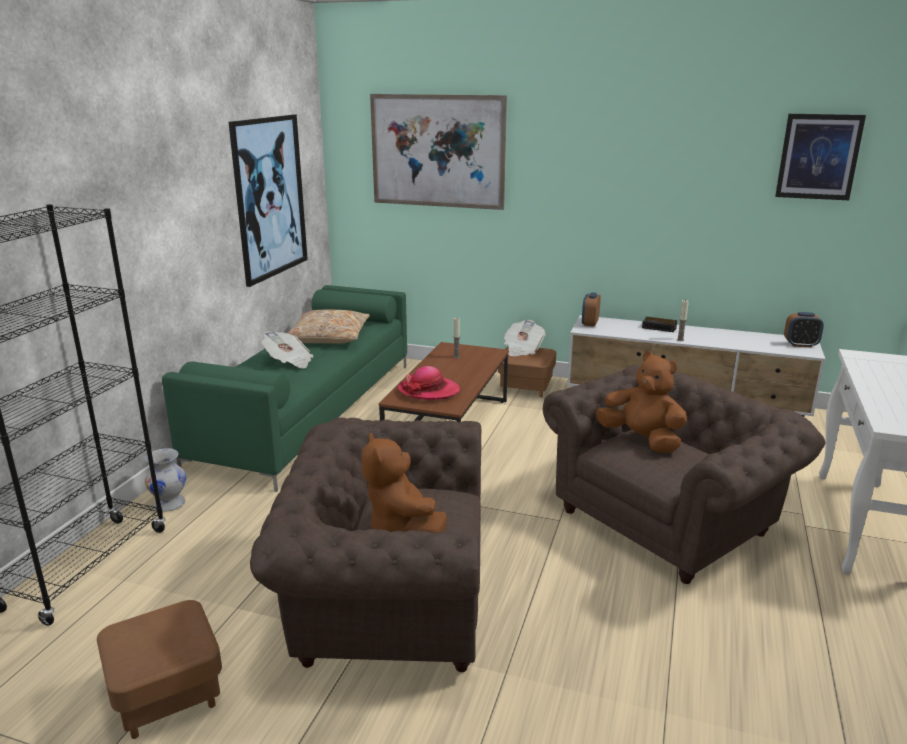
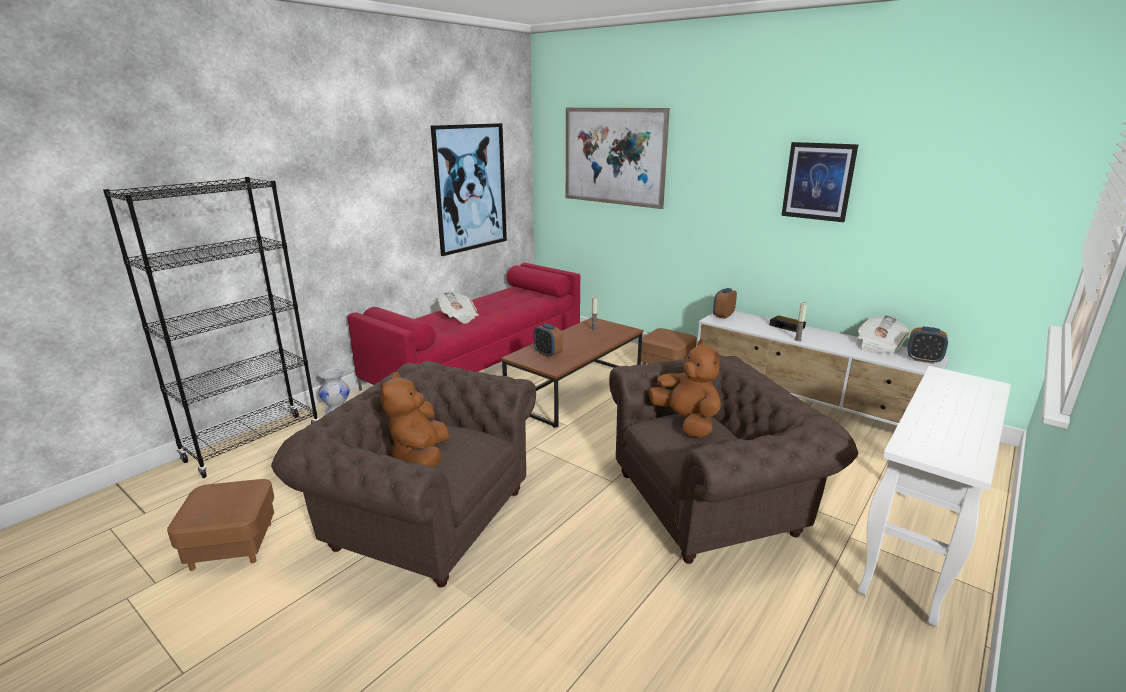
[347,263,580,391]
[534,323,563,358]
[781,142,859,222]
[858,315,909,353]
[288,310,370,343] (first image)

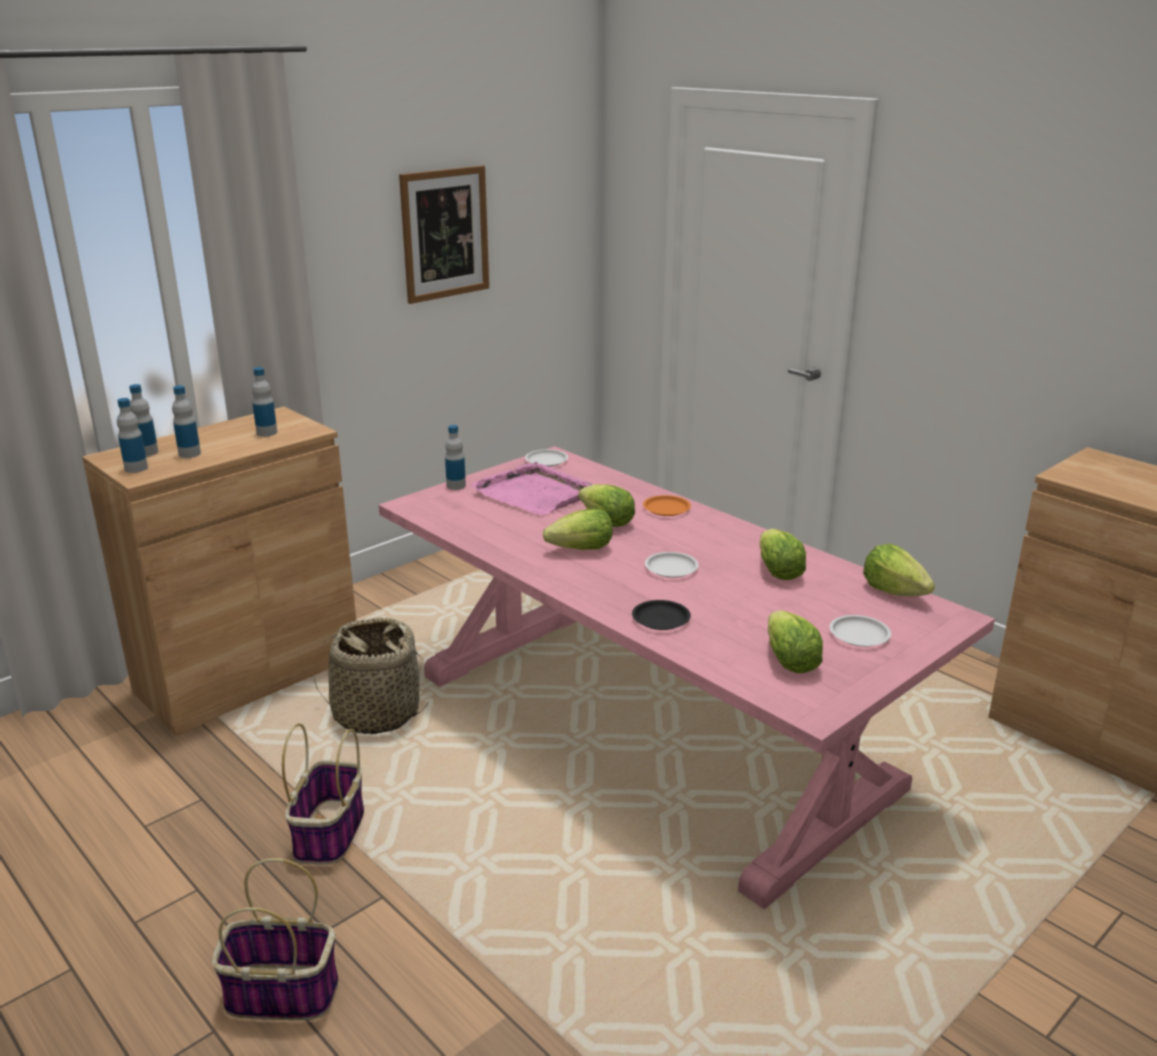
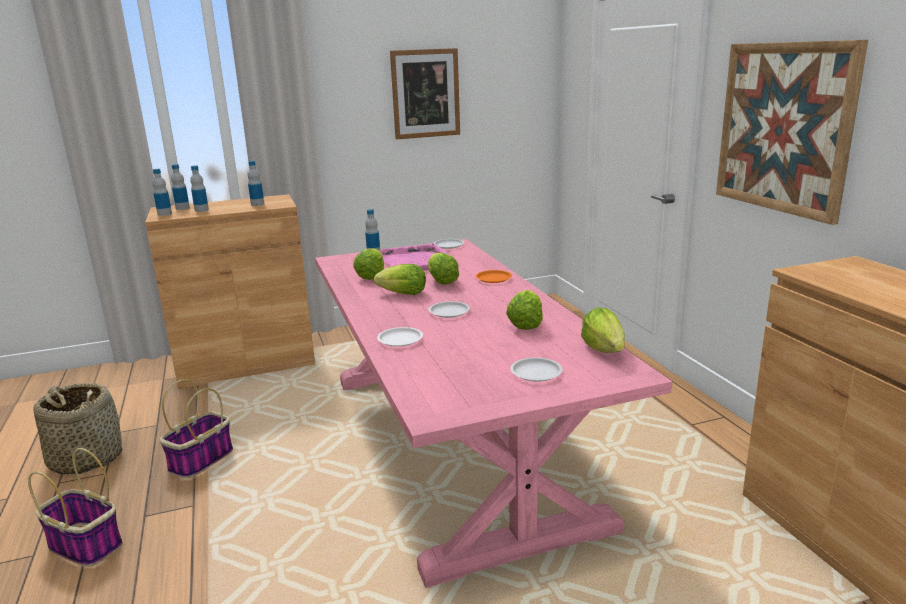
[33,383,122,475]
[353,248,384,280]
[377,327,423,347]
[716,40,868,225]

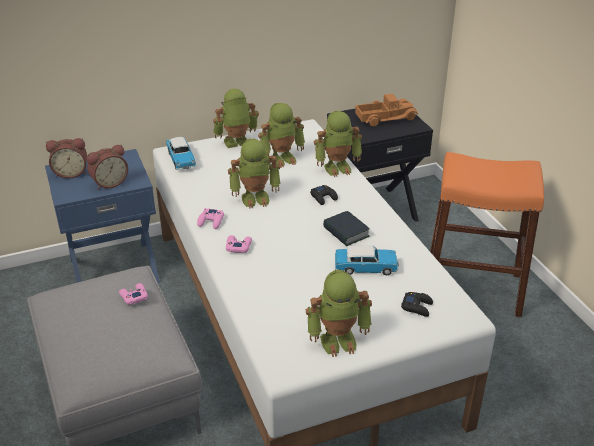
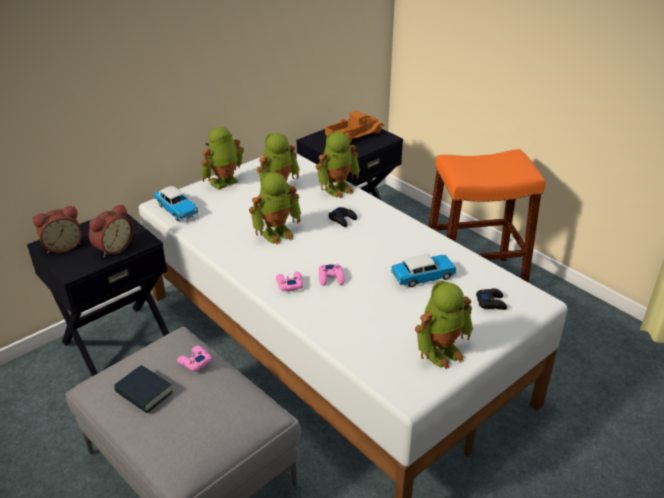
[27,212,169,376]
[114,365,173,413]
[319,264,345,286]

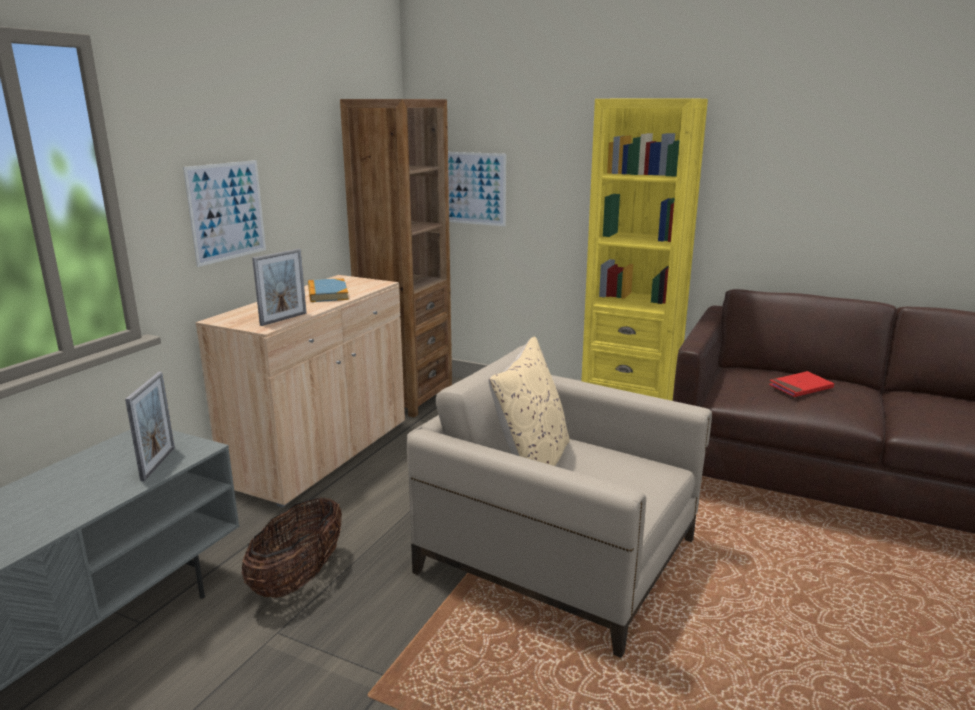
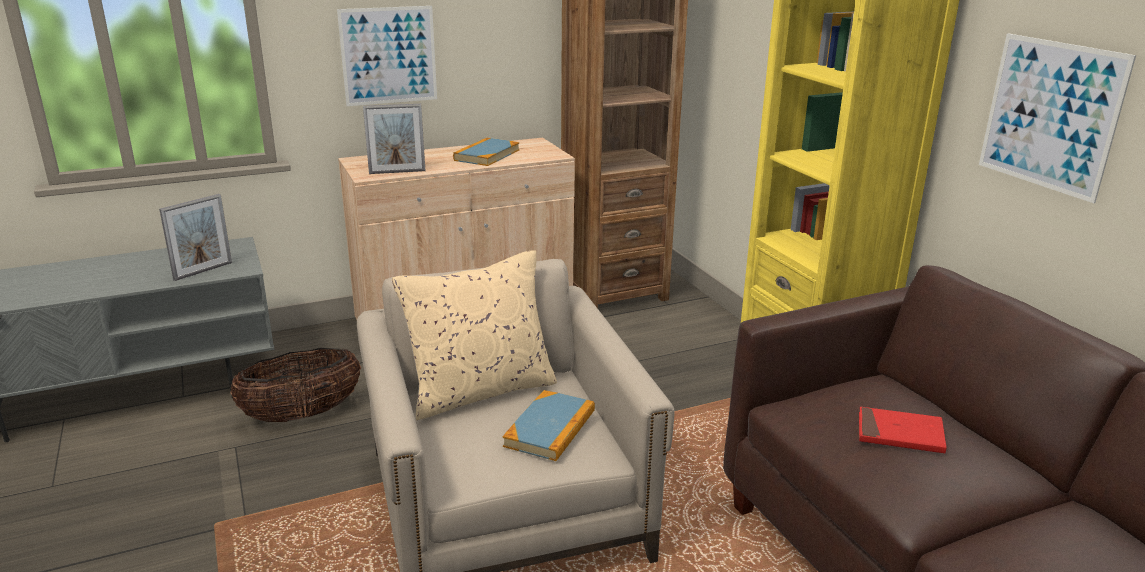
[503,390,595,461]
[979,33,1136,203]

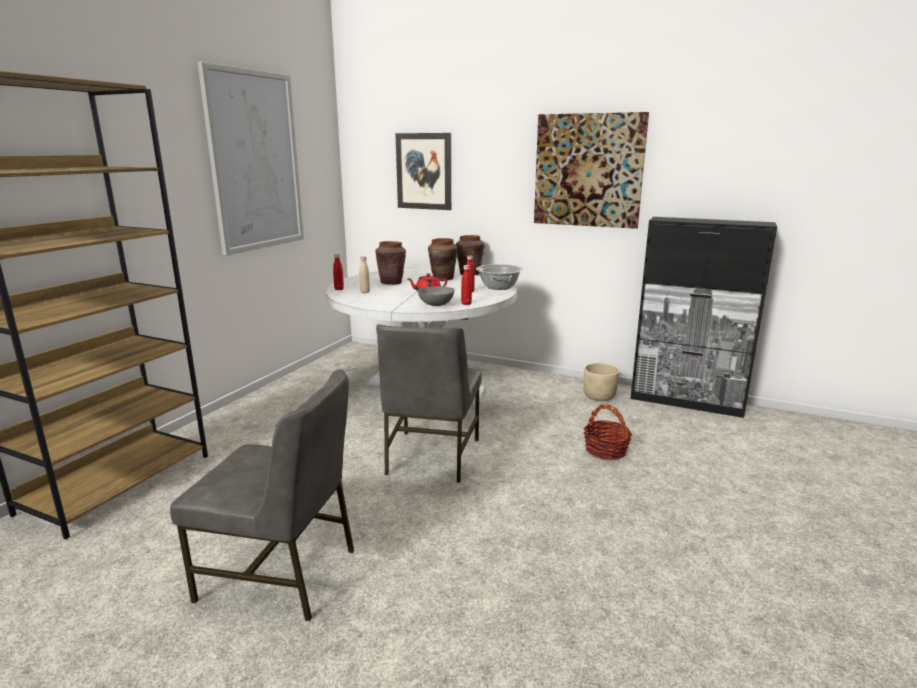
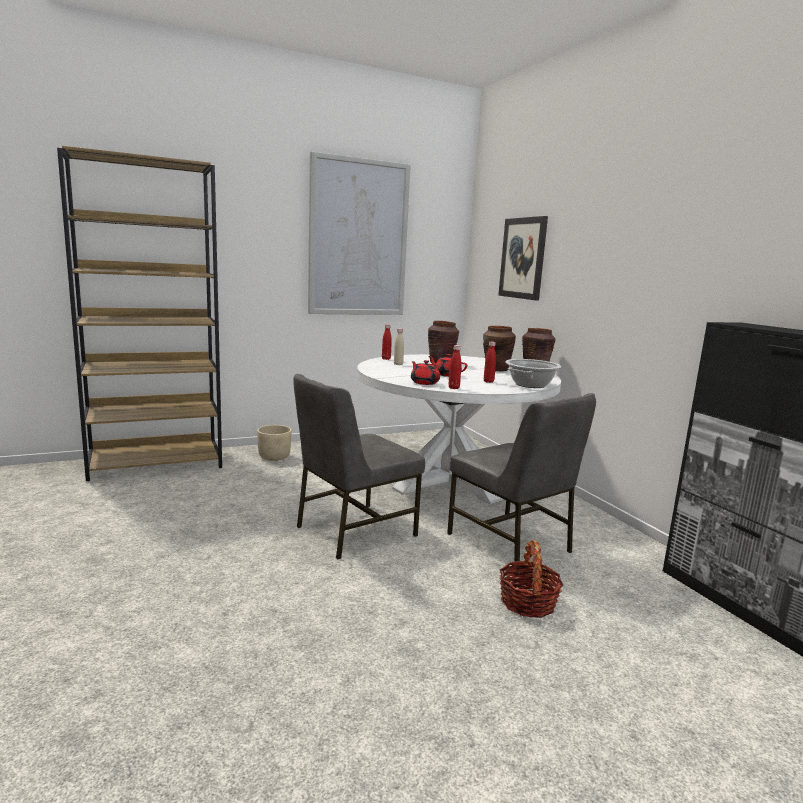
[257,425,292,461]
[411,360,440,385]
[447,393,596,573]
[534,112,649,229] (first image)

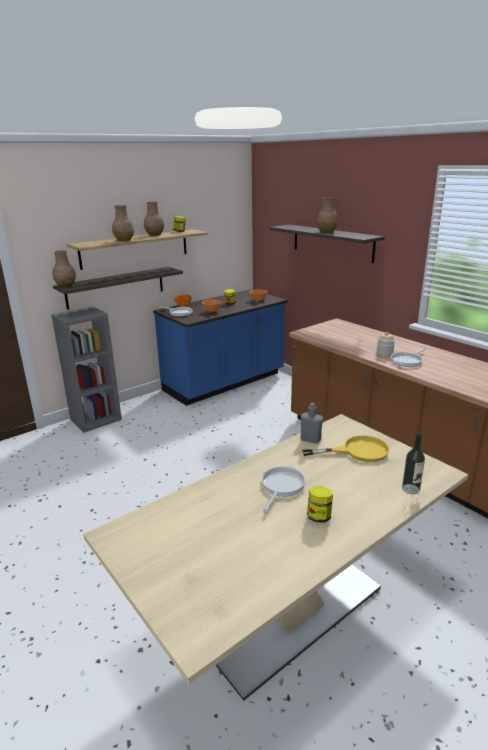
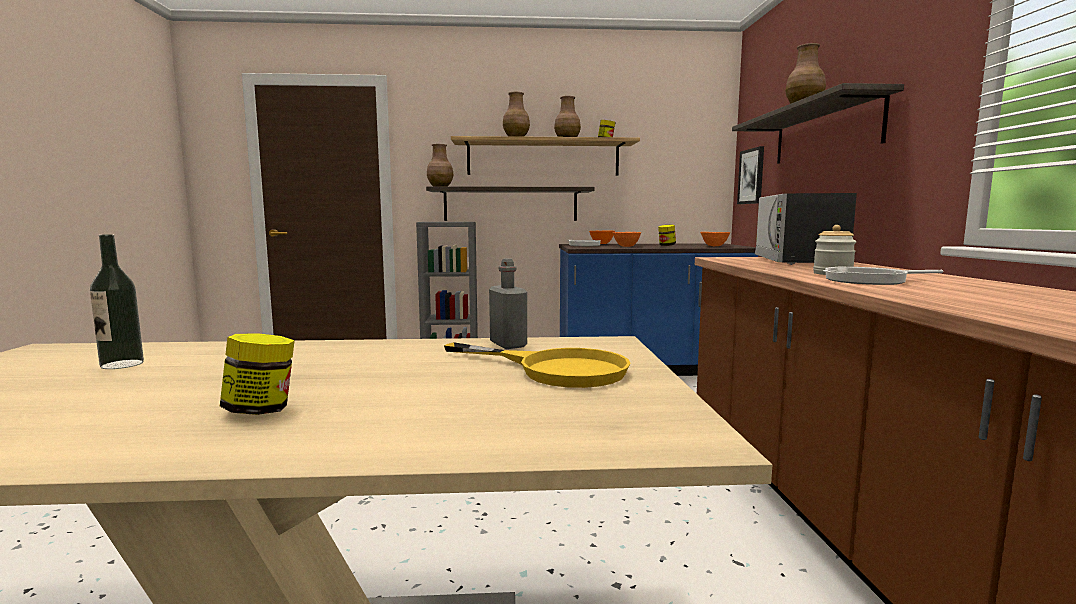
[90,234,144,369]
[737,146,764,204]
[755,193,857,265]
[262,465,306,513] (first image)

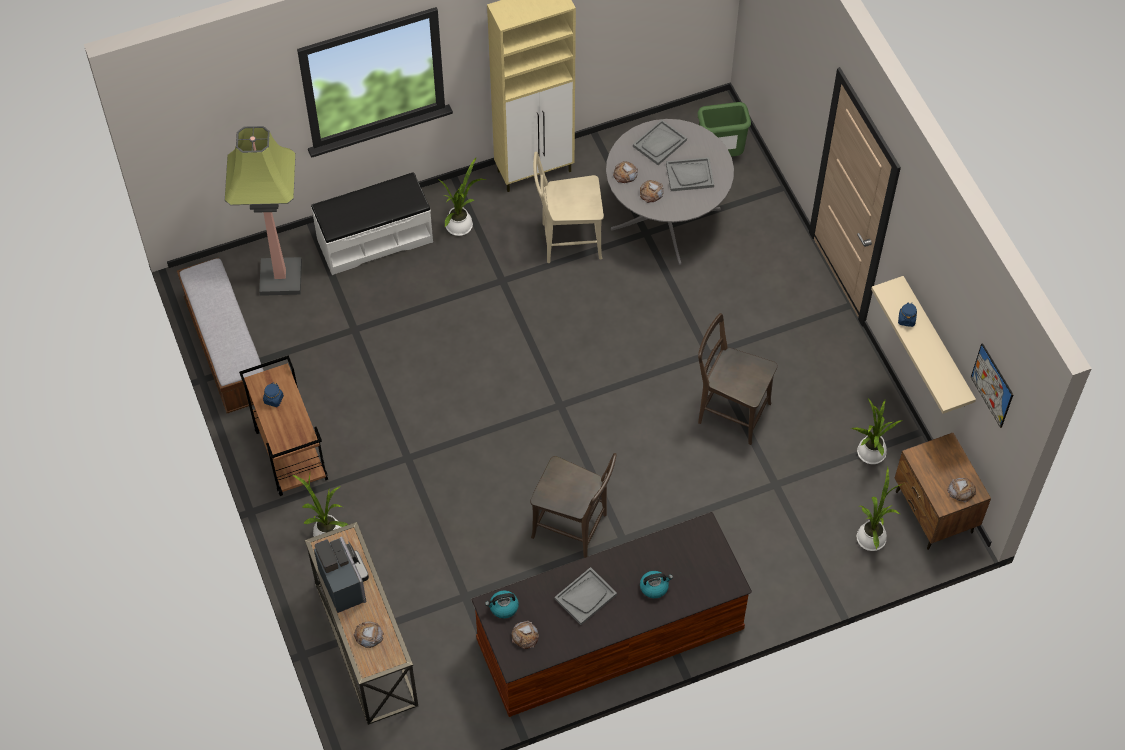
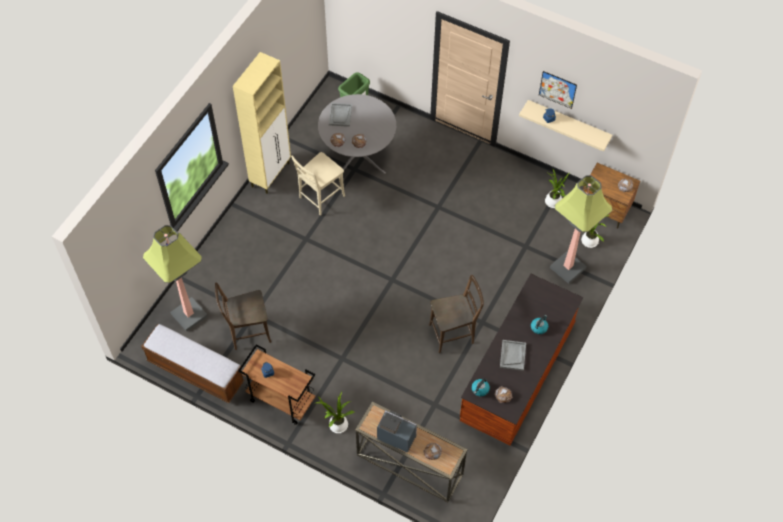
[215,283,272,350]
[539,71,577,109]
[550,175,612,284]
[311,172,433,275] (first image)
[437,157,486,236] (first image)
[666,157,714,191] (first image)

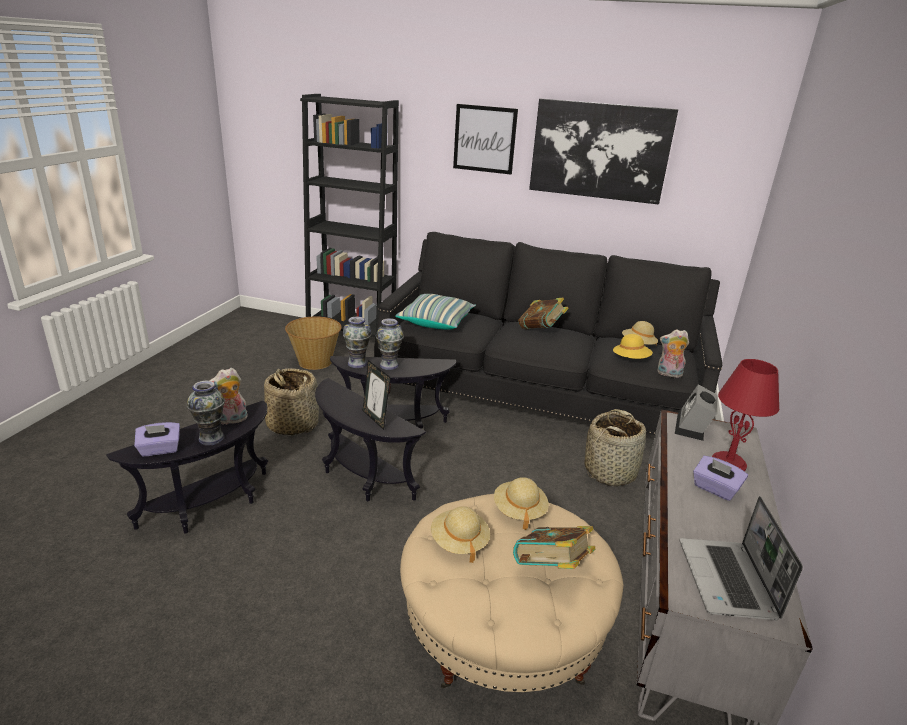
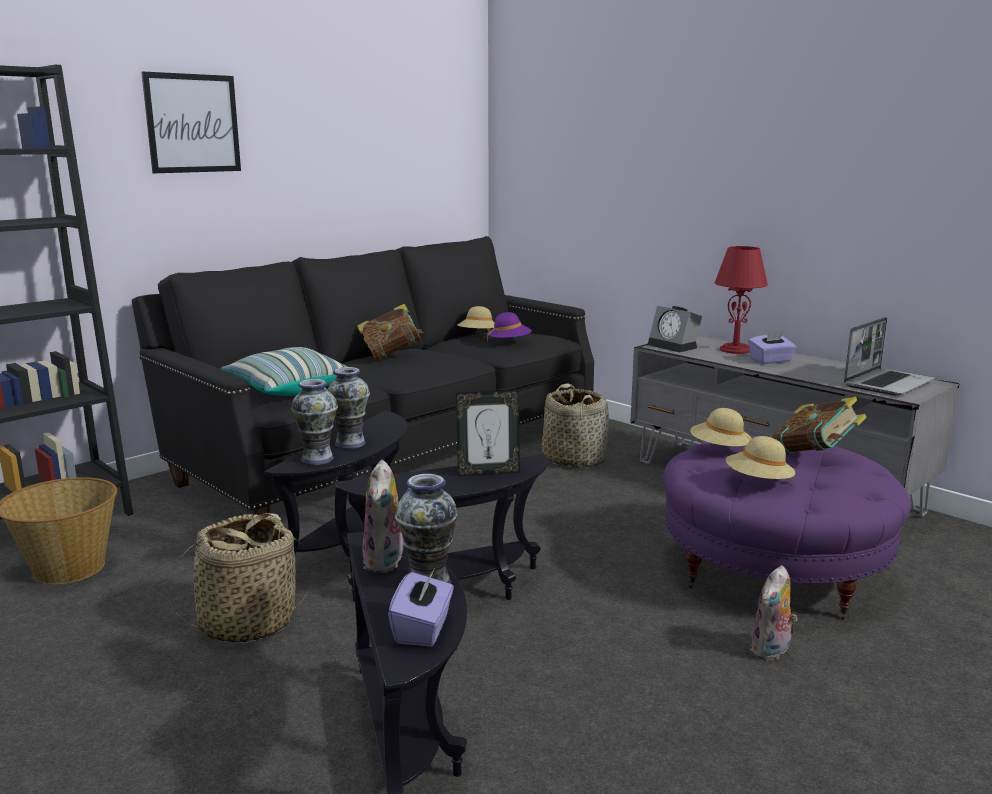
[487,312,532,342]
[663,436,911,620]
[750,565,797,661]
[844,317,935,396]
[529,99,678,205] (first image)

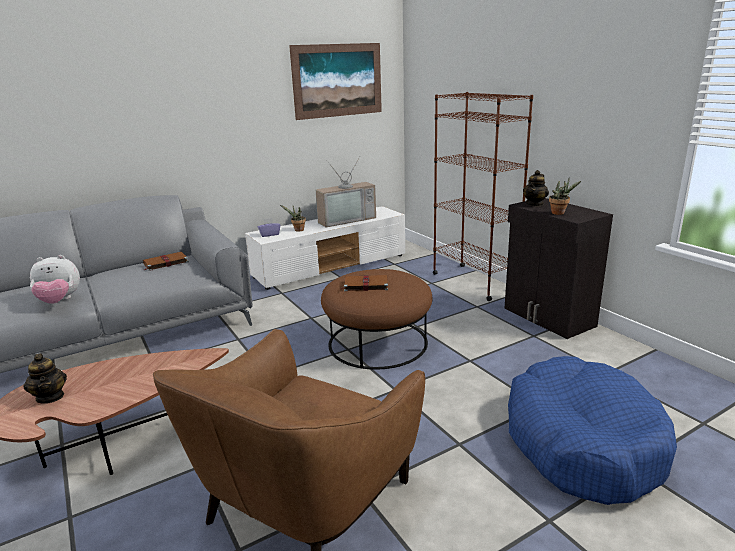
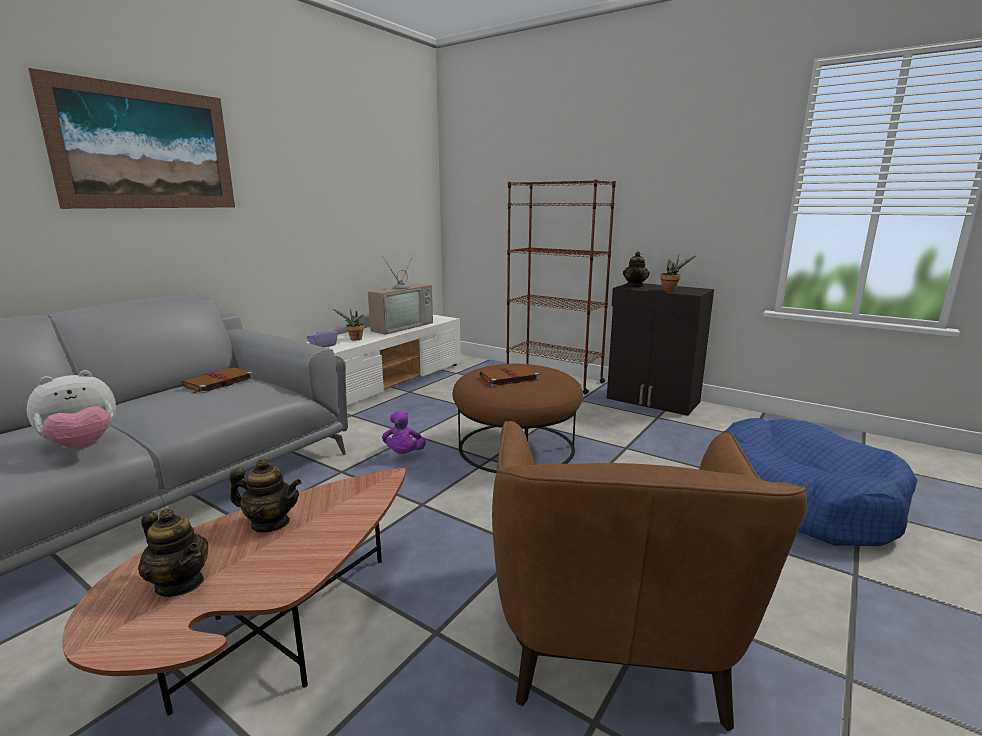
[28,68,235,209]
[230,459,302,533]
[382,411,426,454]

